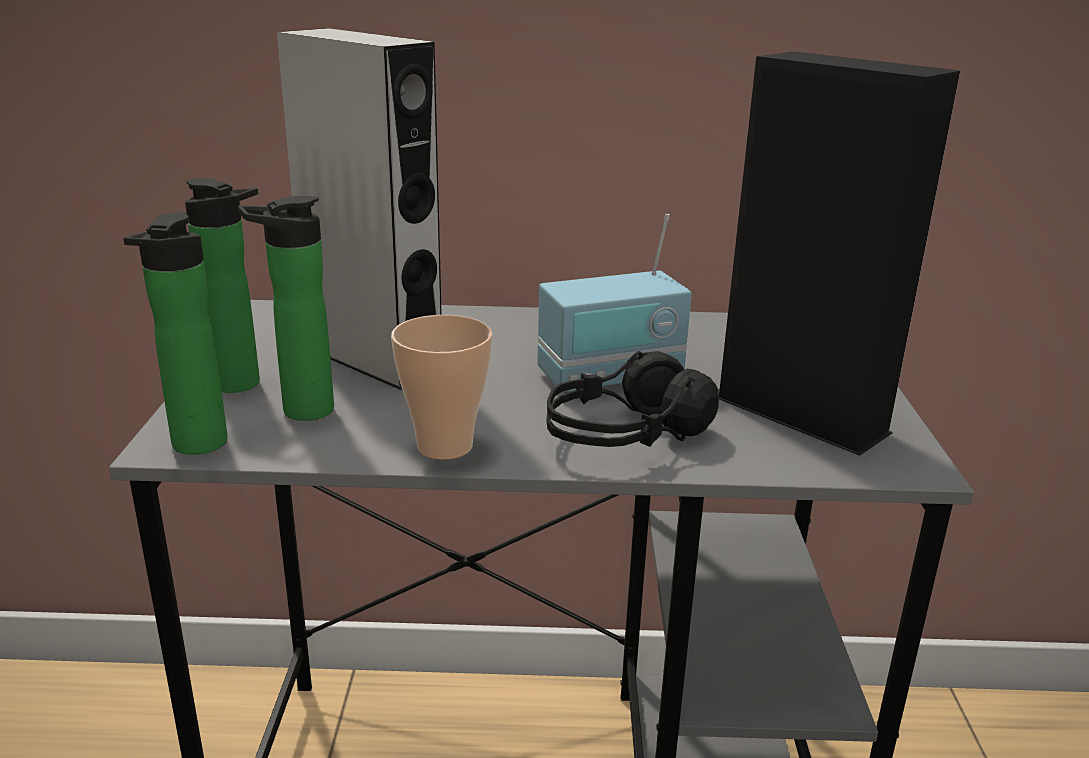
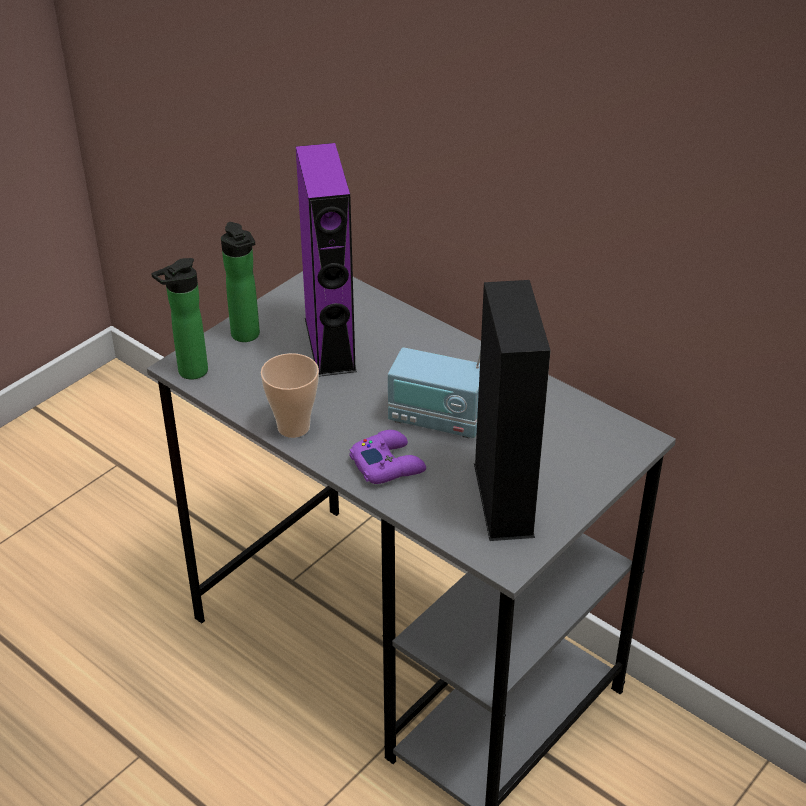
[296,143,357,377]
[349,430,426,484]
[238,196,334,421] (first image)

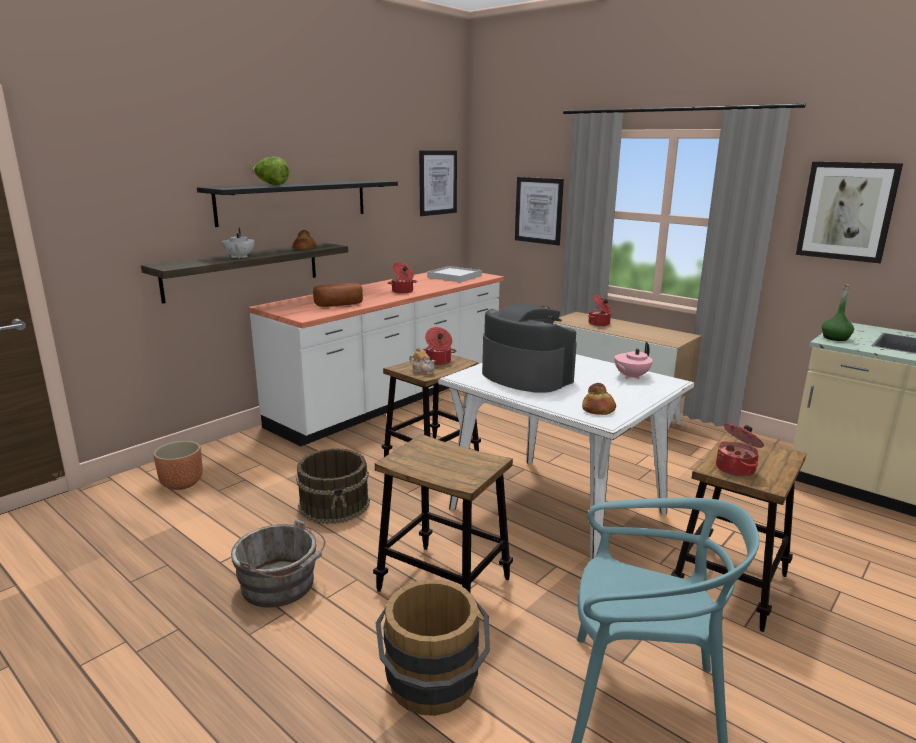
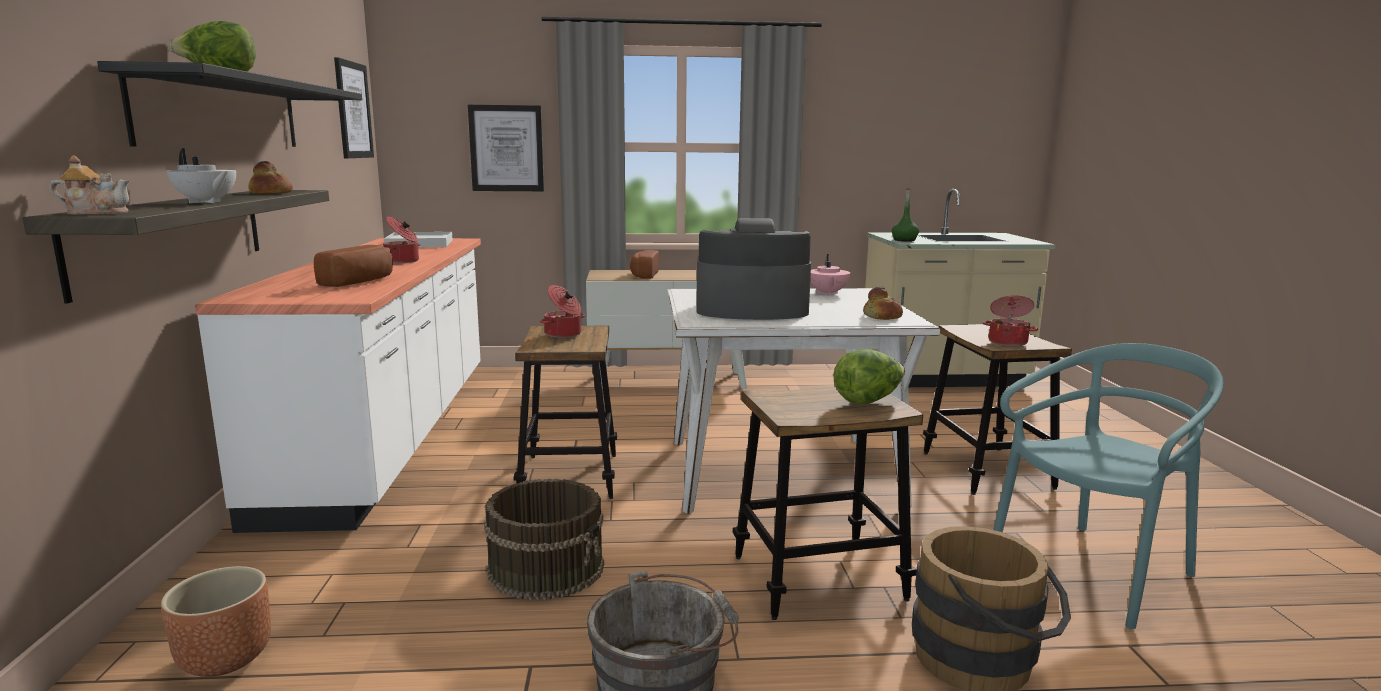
[50,155,129,214]
[630,250,659,279]
[833,349,905,404]
[796,162,903,263] (first image)

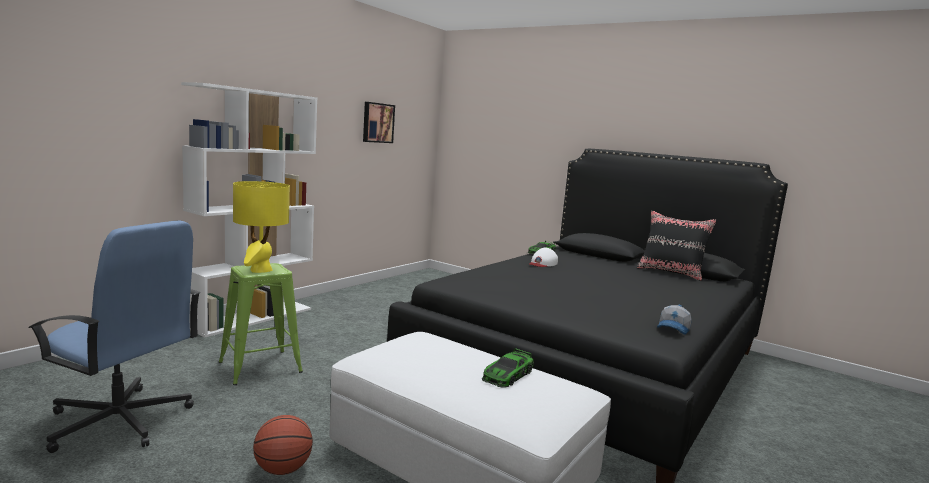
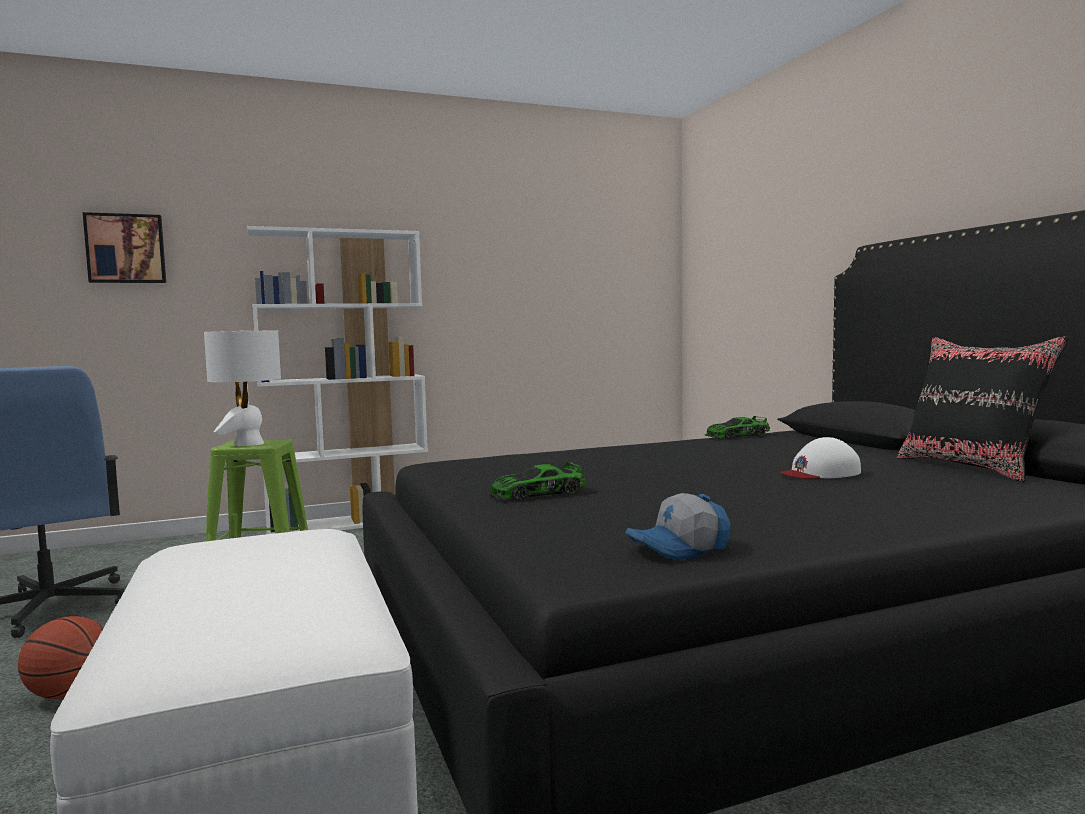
[83,212,166,283]
[204,330,281,446]
[488,462,586,500]
[779,437,861,479]

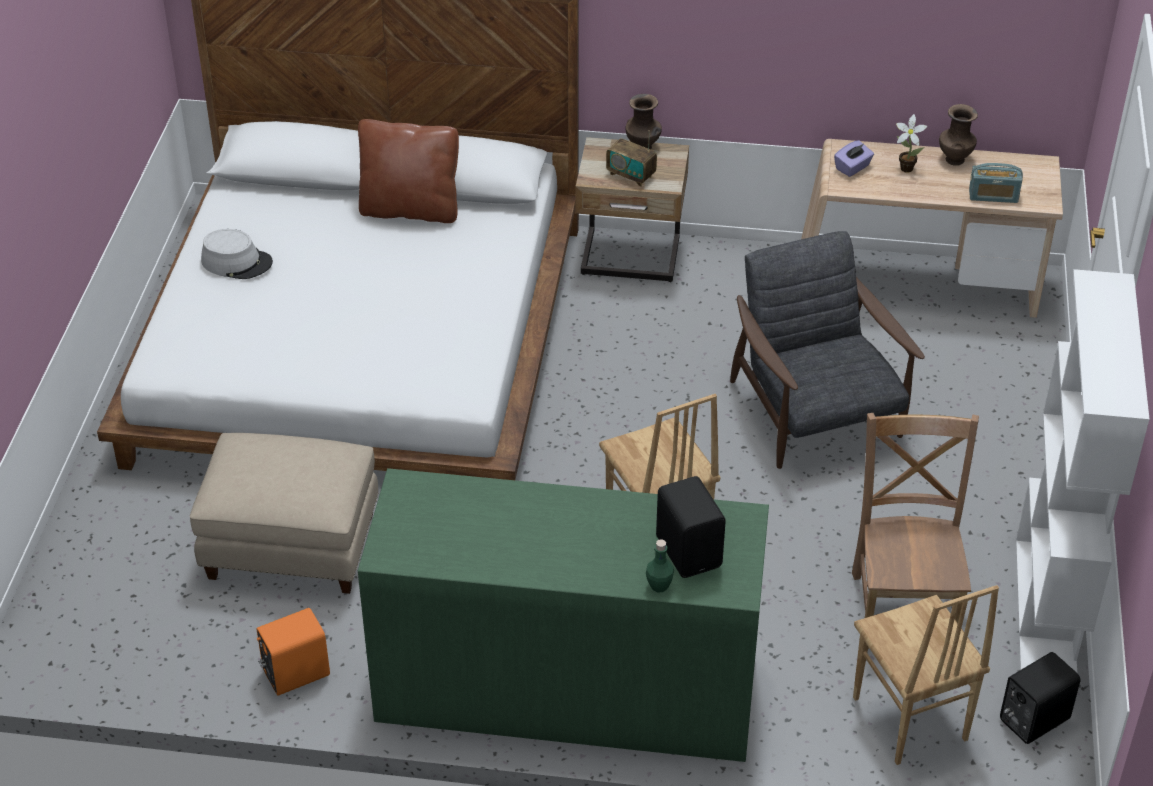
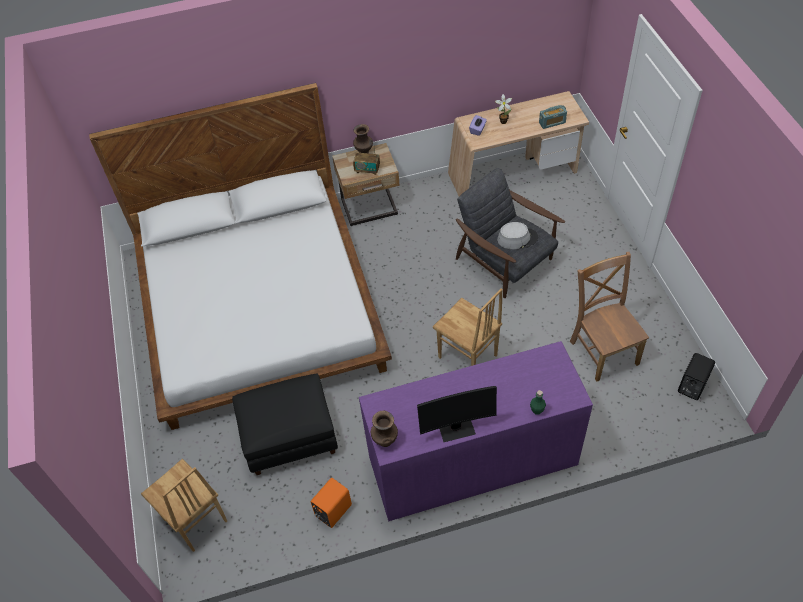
[141,459,227,552]
[232,373,338,475]
[359,341,593,521]
[371,411,398,447]
[417,386,497,442]
[497,222,538,249]
[358,119,459,223] (first image)
[656,476,726,578] (first image)
[1016,269,1149,672] (first image)

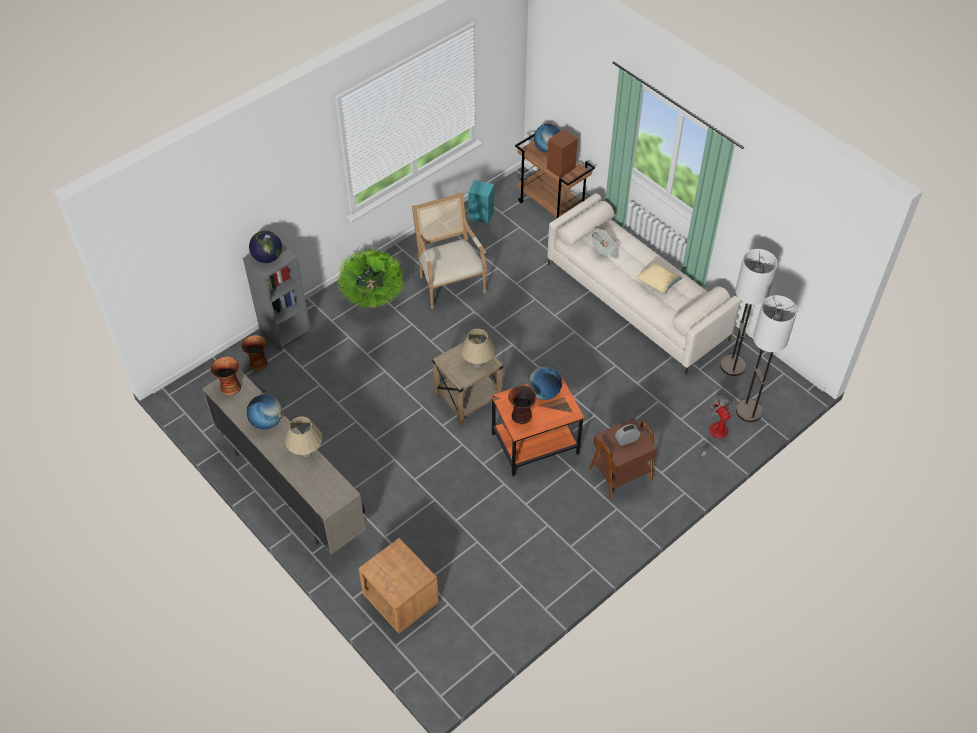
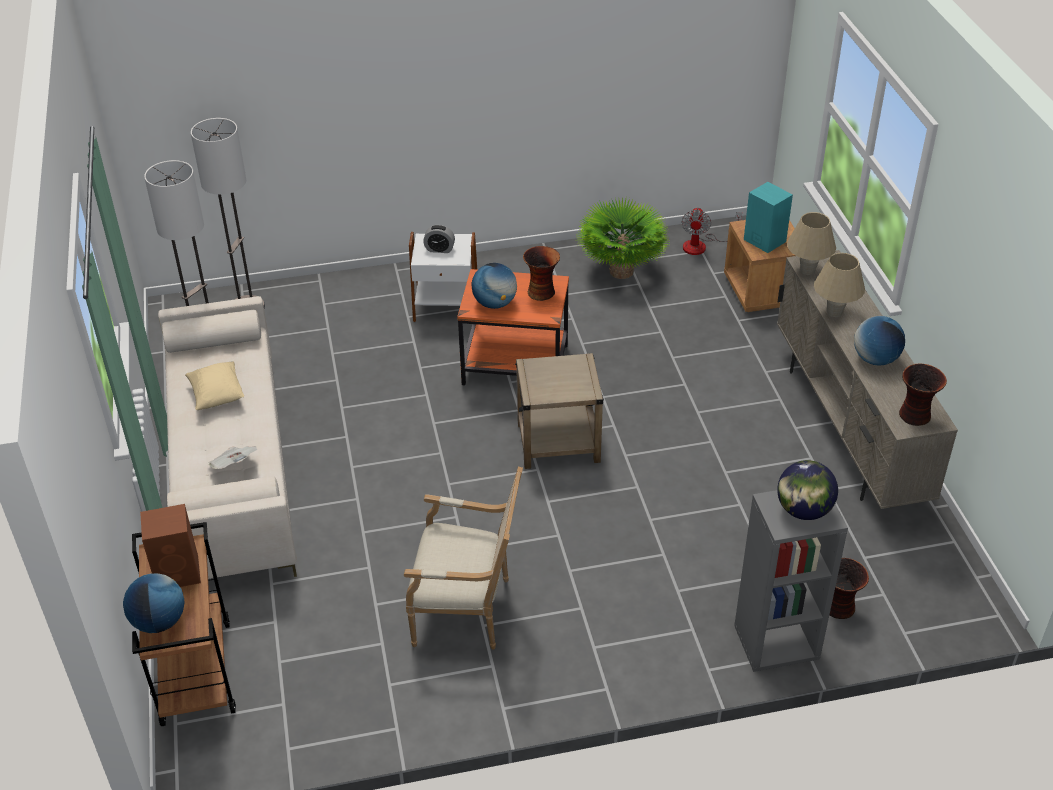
[404,466,523,649]
[409,232,477,322]
[575,197,671,279]
[681,207,742,255]
[744,182,793,253]
[787,212,836,275]

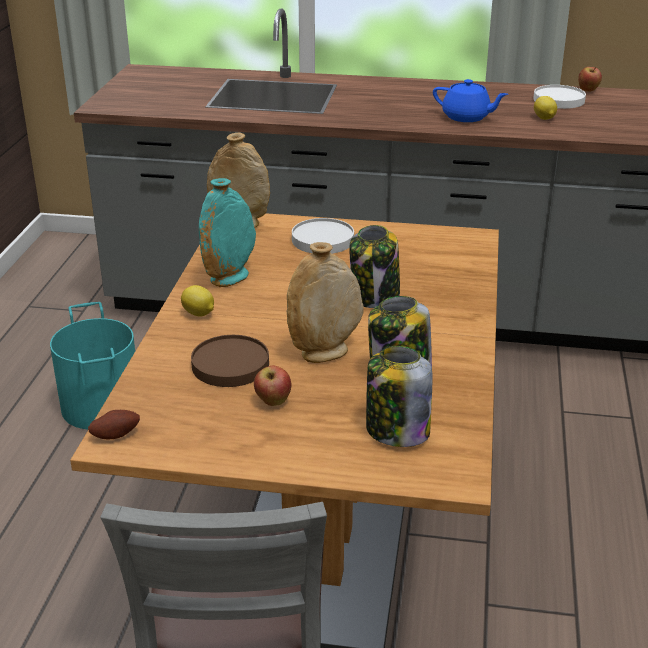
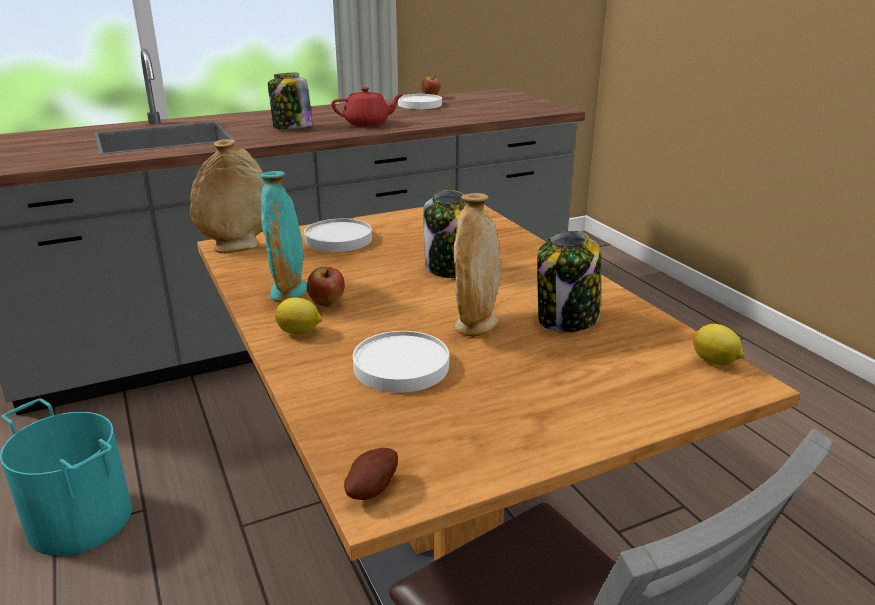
[268,73,313,129]
[307,267,345,307]
[331,87,404,126]
[353,331,449,393]
[693,324,744,365]

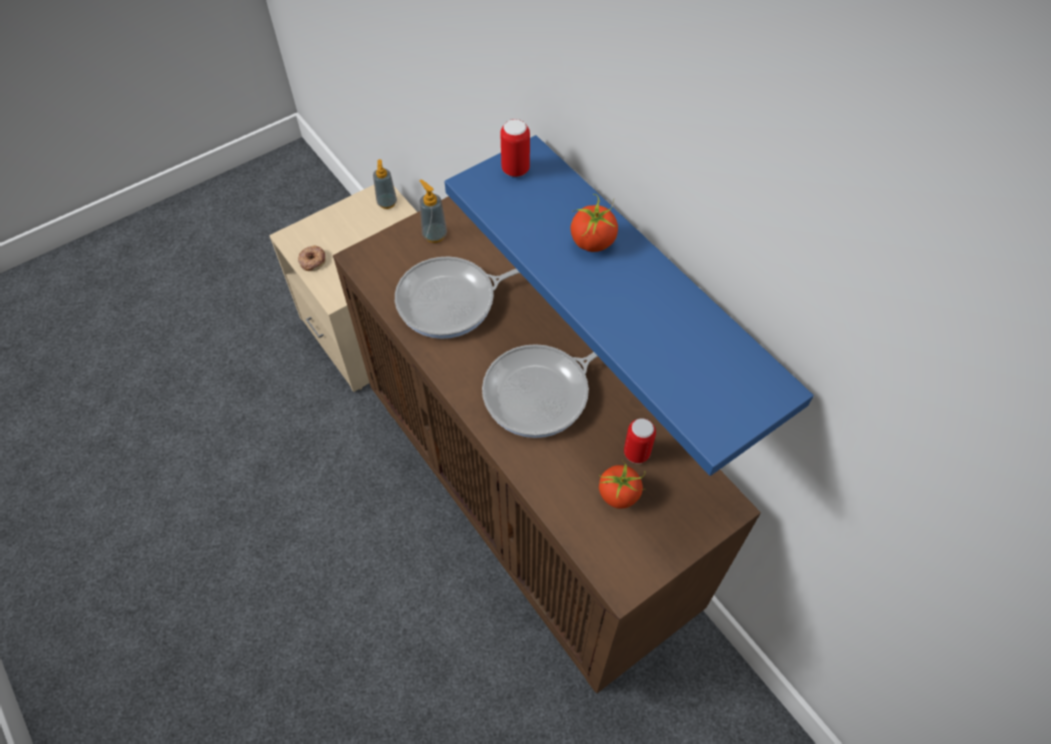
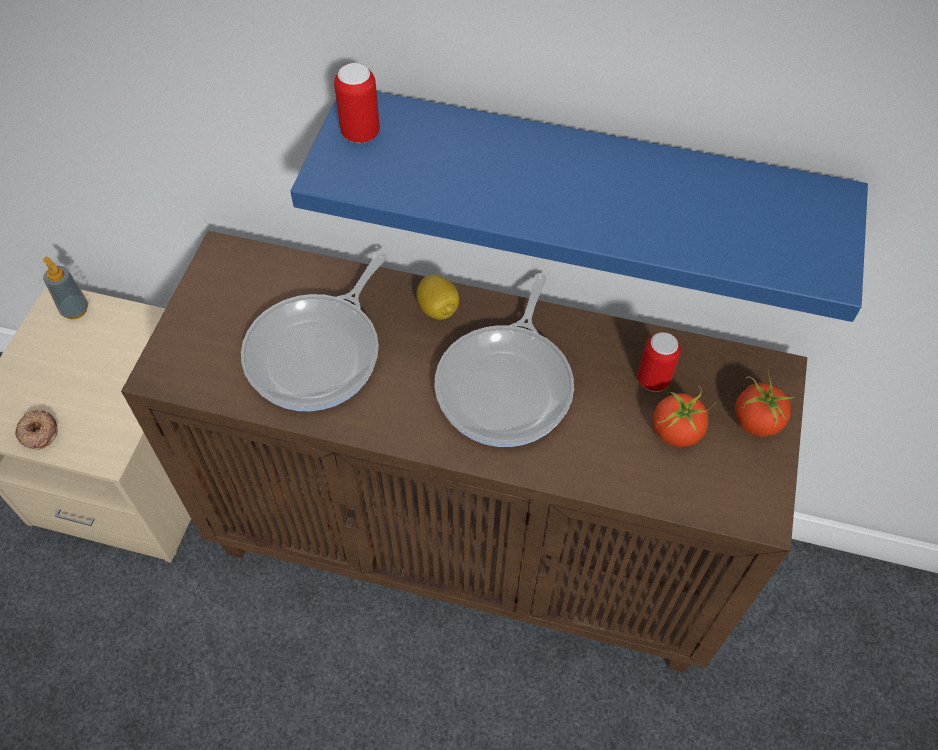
[416,275,459,320]
[735,370,794,437]
[419,180,447,243] (first image)

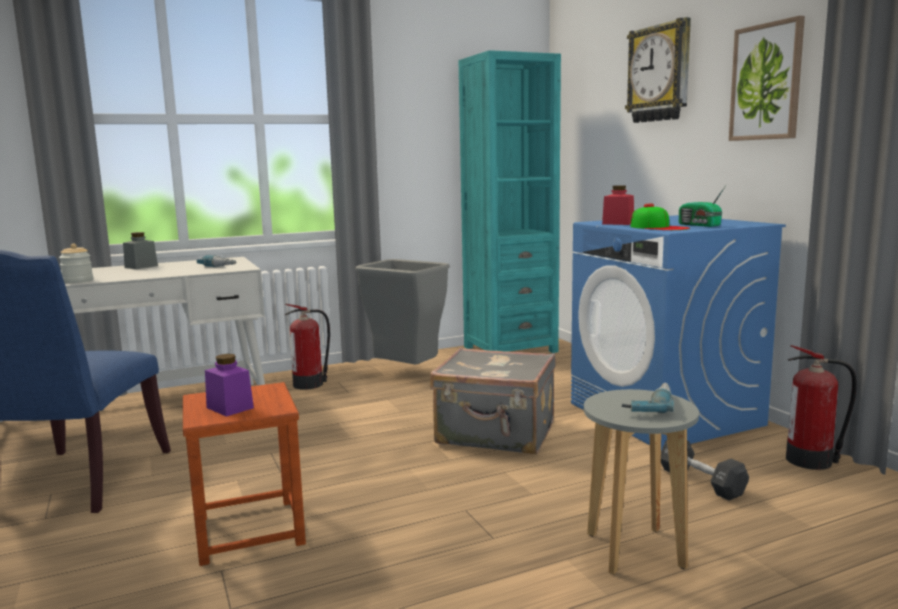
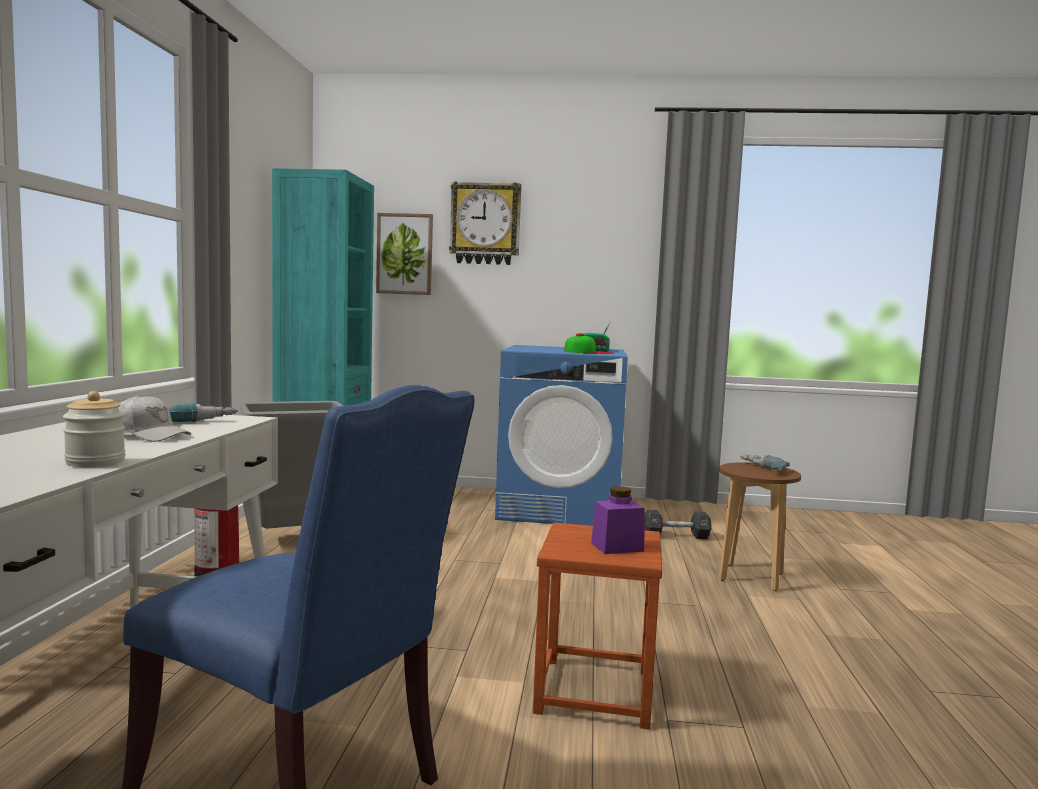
[118,395,191,442]
[376,213,433,295]
[719,462,801,591]
[123,232,158,269] (first image)
[430,348,556,454] (first image)
[602,185,634,225] (first image)
[786,345,857,470] (first image)

